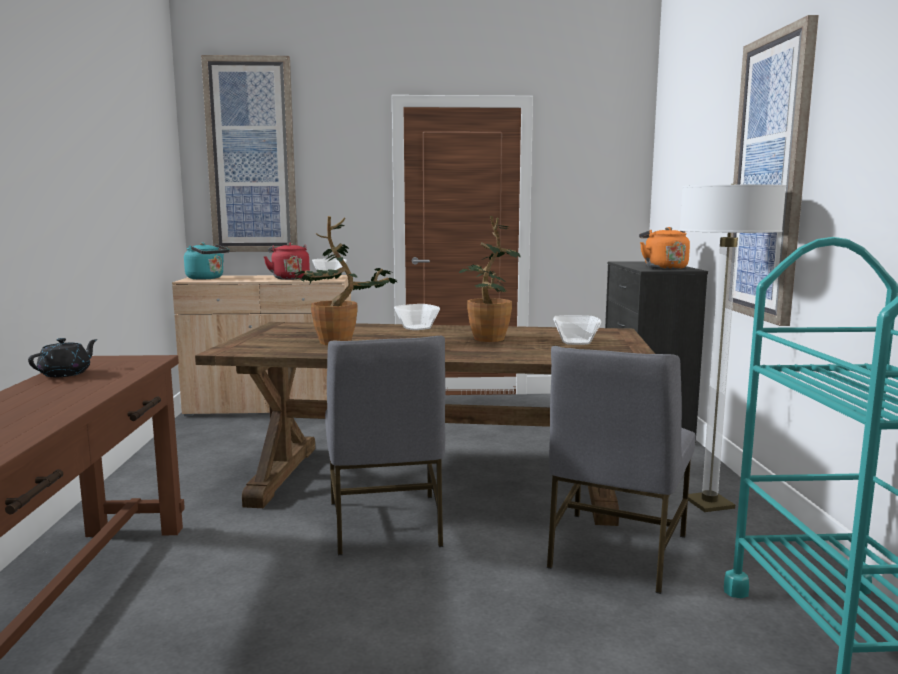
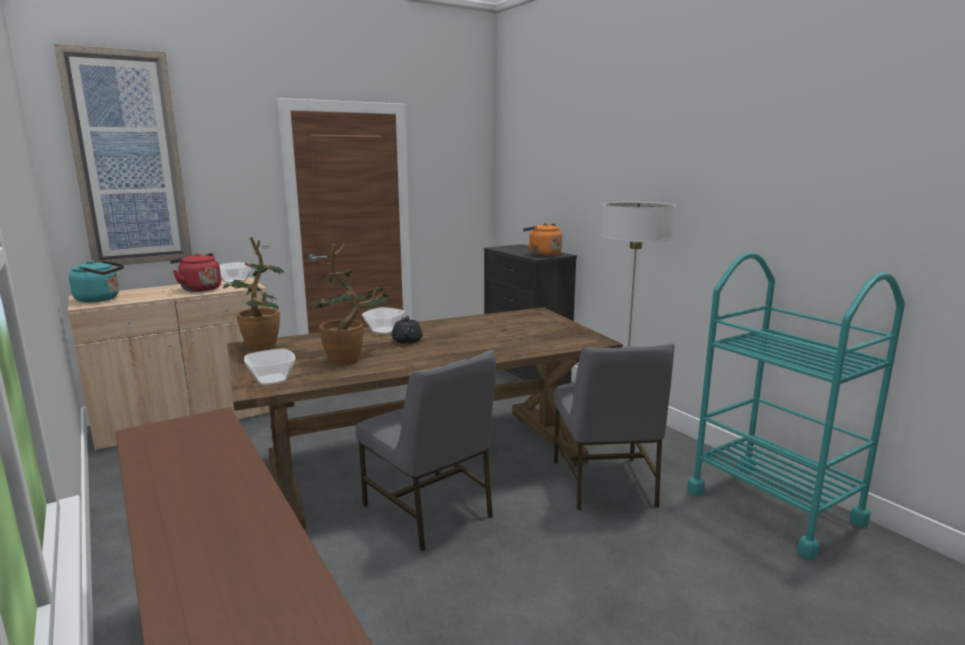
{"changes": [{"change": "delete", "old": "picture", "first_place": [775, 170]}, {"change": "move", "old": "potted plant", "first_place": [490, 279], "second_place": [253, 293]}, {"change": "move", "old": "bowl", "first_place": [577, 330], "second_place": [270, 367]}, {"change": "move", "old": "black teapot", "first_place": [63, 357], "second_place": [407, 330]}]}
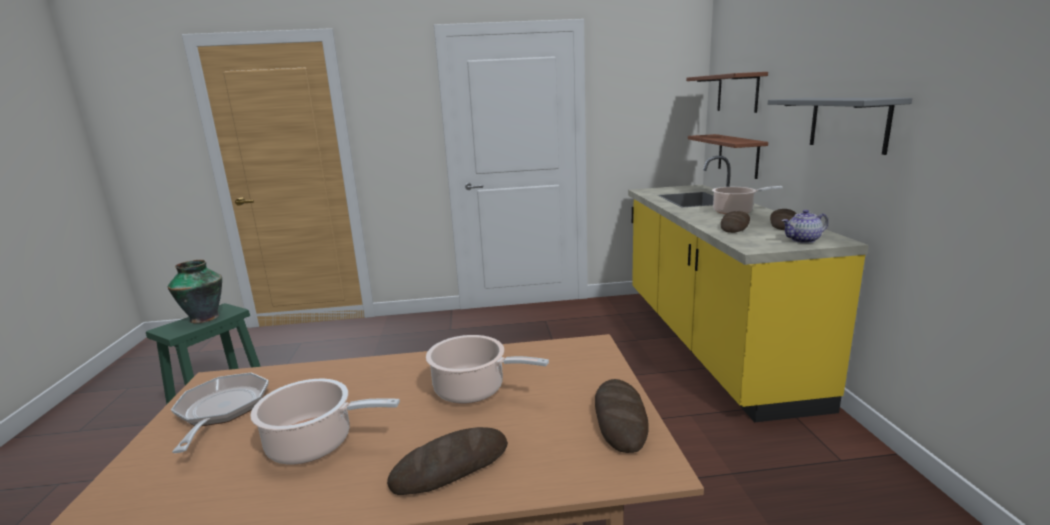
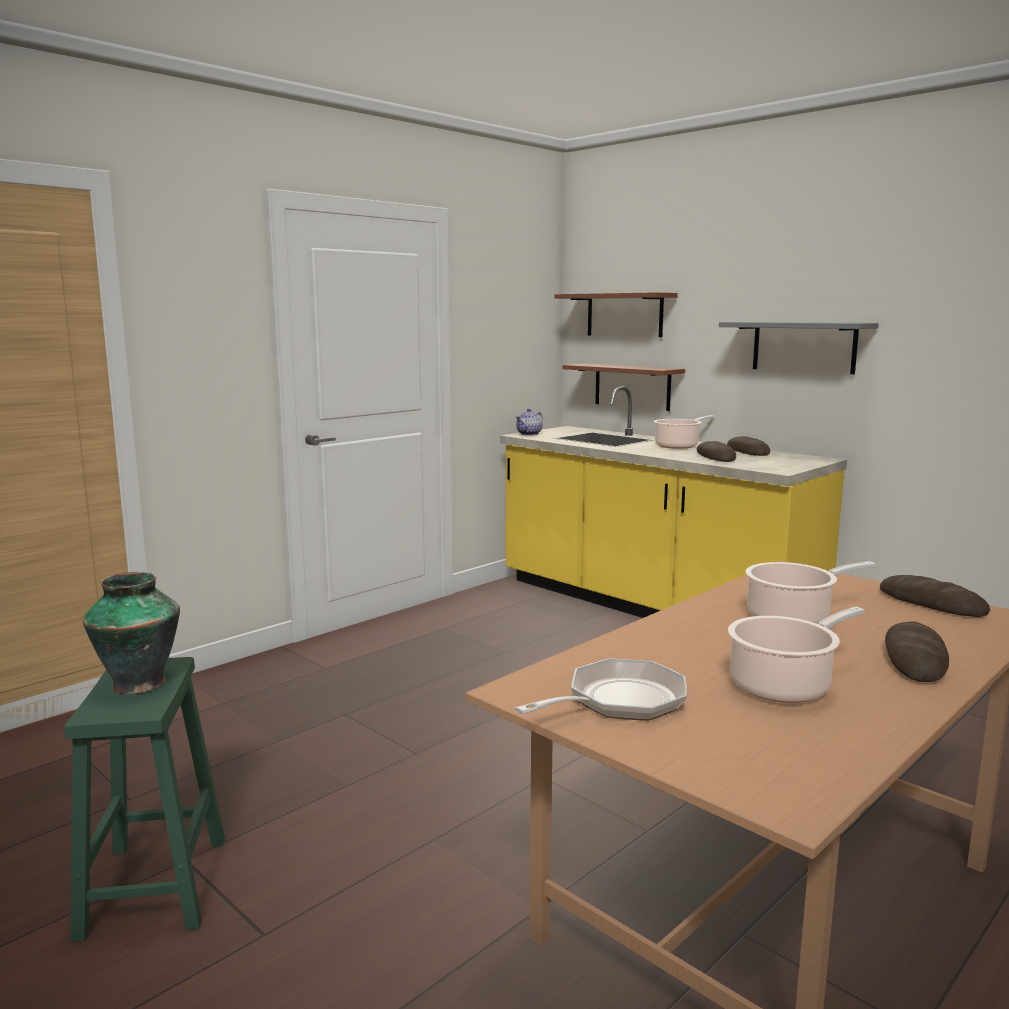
{"changes": [{"change": "move", "old": "teapot", "first_place": [805, 226], "second_place": [529, 421]}, {"change": "rotate", "old": "frying pan", "first_place": [220, 413], "second_place": [601, 690], "degrees": 105}]}
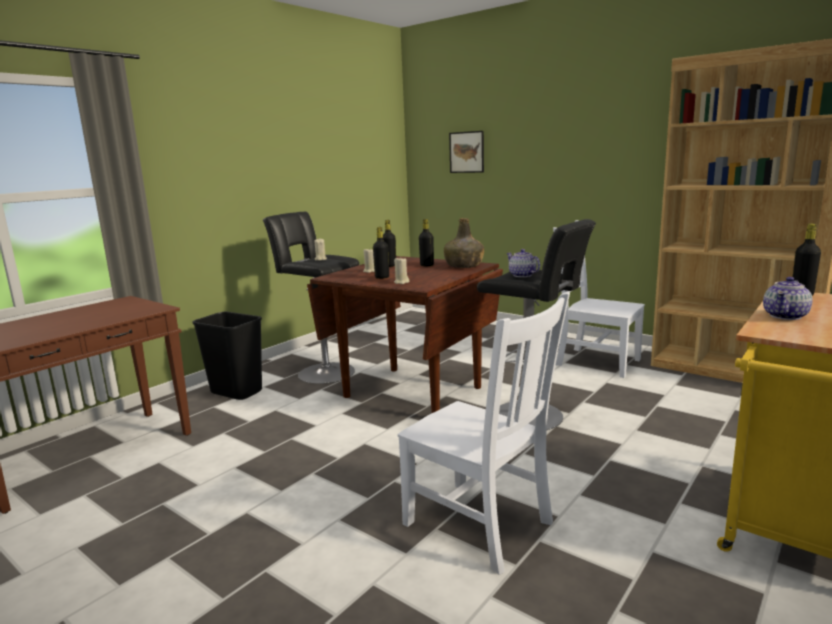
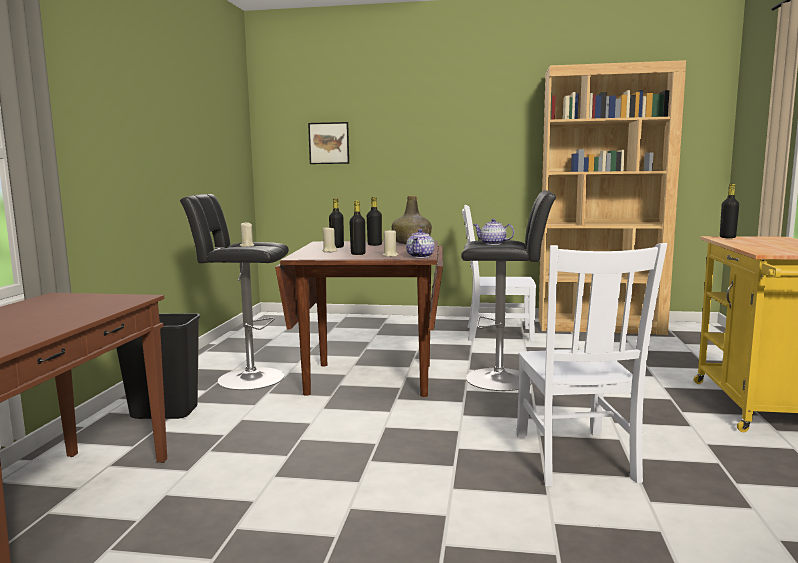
{"changes": [{"change": "move", "old": "teapot", "first_place": [788, 298], "second_place": [420, 243]}, {"change": "rotate", "old": "white chair", "first_place": [484, 433], "second_place": [592, 365], "degrees": 75}]}
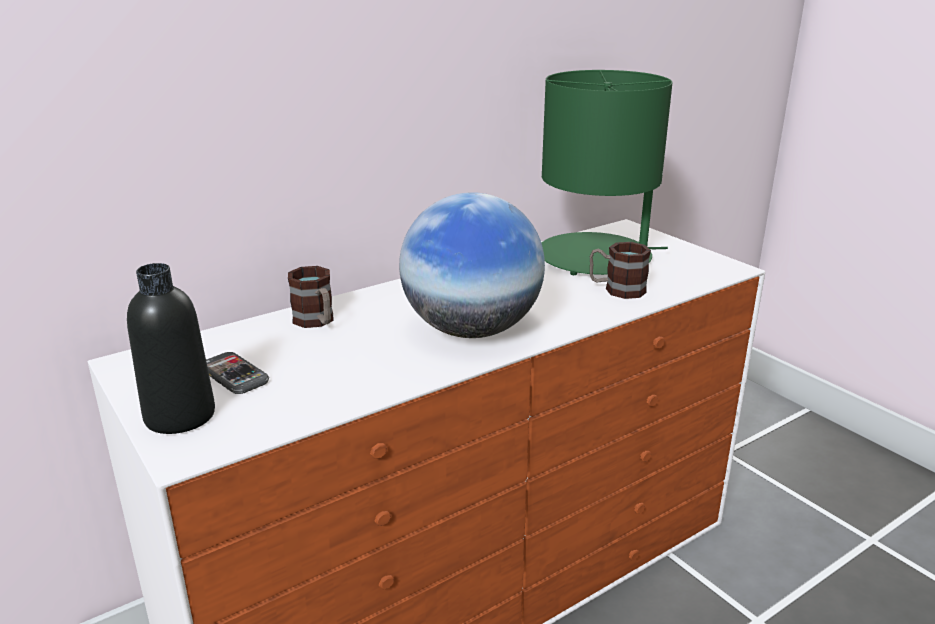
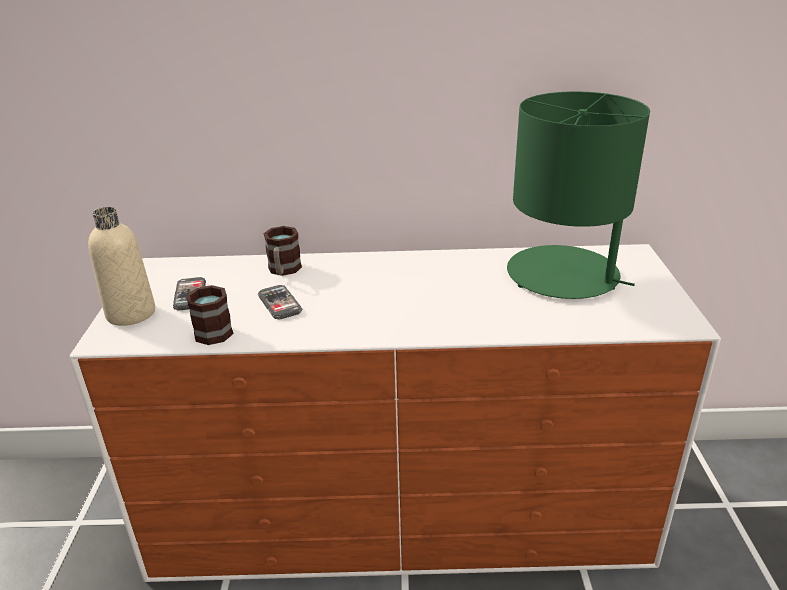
{"changes": [{"change": "delete", "old": "globe", "first_place": [472, 265]}, {"change": "move", "old": "mug", "first_place": [620, 270], "second_place": [210, 315]}, {"change": "recolor", "old": "black bottle", "new": "beige bottle", "first_place": [171, 348], "second_place": [121, 266]}, {"change": "insert", "new": "phone", "second_place": [280, 302]}]}
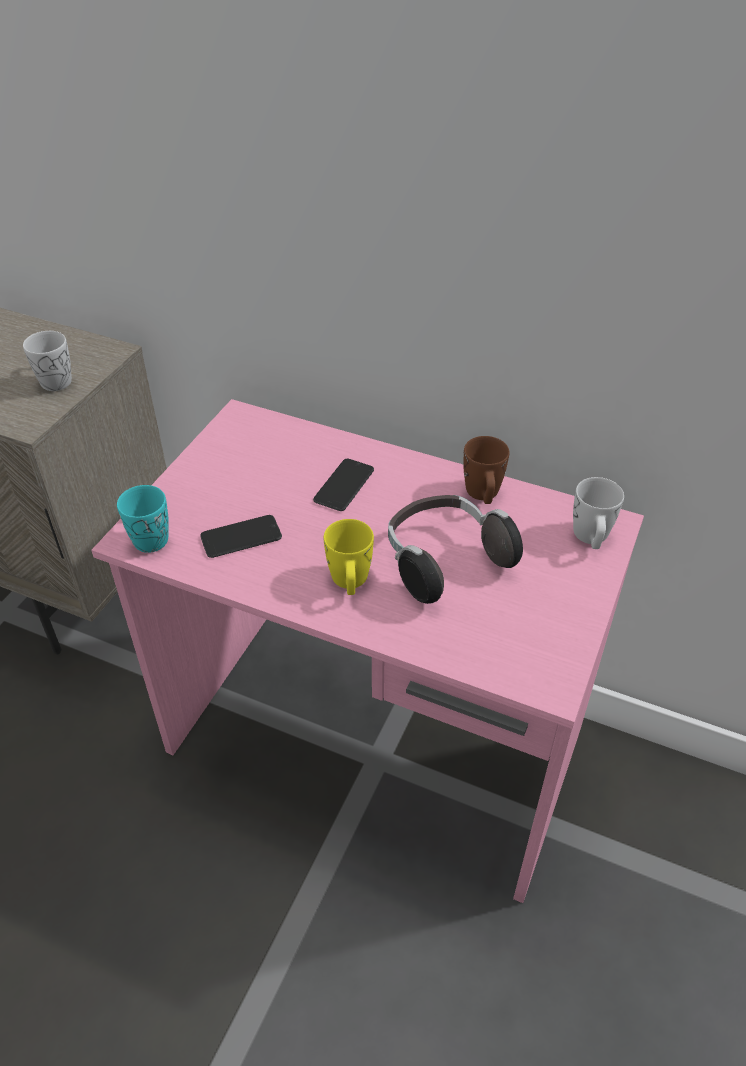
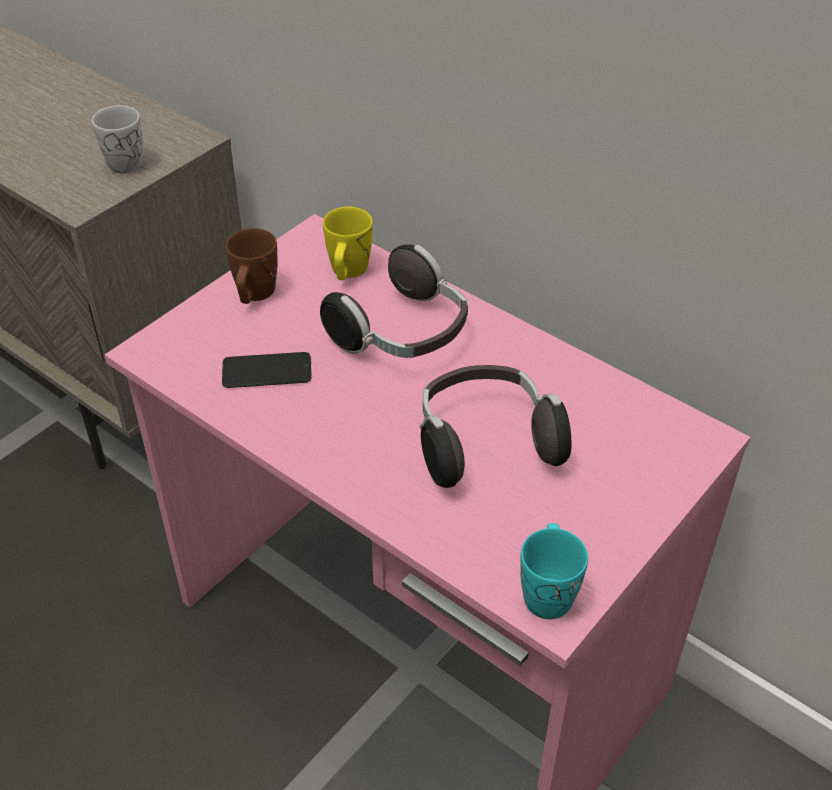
{"changes": [{"change": "move", "old": "brown mug", "first_place": [486, 470], "second_place": [251, 266]}, {"change": "replace", "old": "phone", "new": "headphones", "first_place": [343, 485], "second_place": [394, 301]}, {"change": "delete", "old": "white mug", "first_place": [598, 513]}, {"change": "move", "old": "turquoise mug", "first_place": [143, 519], "second_place": [554, 571]}, {"change": "move", "old": "yellow mug", "first_place": [349, 557], "second_place": [348, 243]}]}
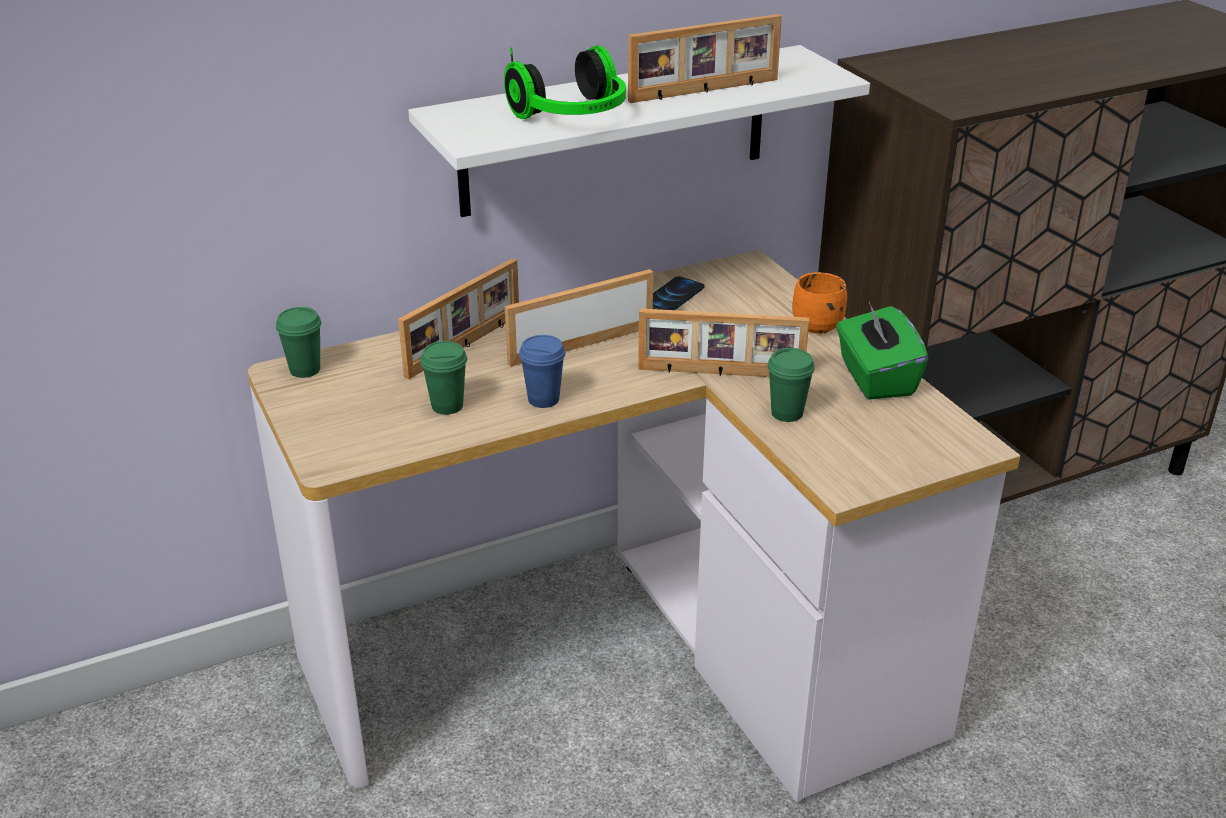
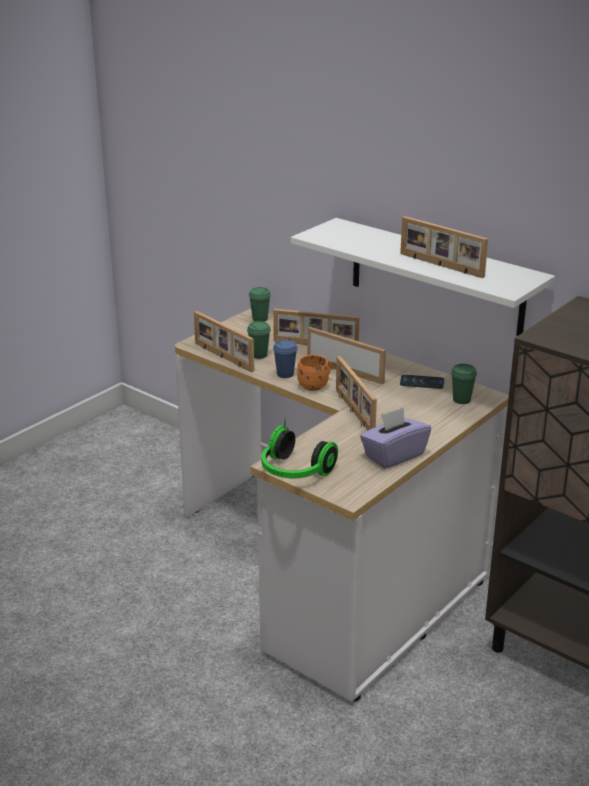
{"changes": [{"change": "move", "old": "headphones", "first_place": [565, 82], "second_place": [300, 448]}, {"change": "move", "old": "orange mug", "first_place": [819, 303], "second_place": [314, 373]}, {"change": "recolor", "old": "green tissue box", "new": "purple tissue box", "first_place": [882, 351], "second_place": [395, 438]}, {"change": "move", "old": "green cup", "first_place": [791, 385], "second_place": [464, 384]}, {"change": "insert", "new": "picture frame", "second_place": [224, 341]}]}
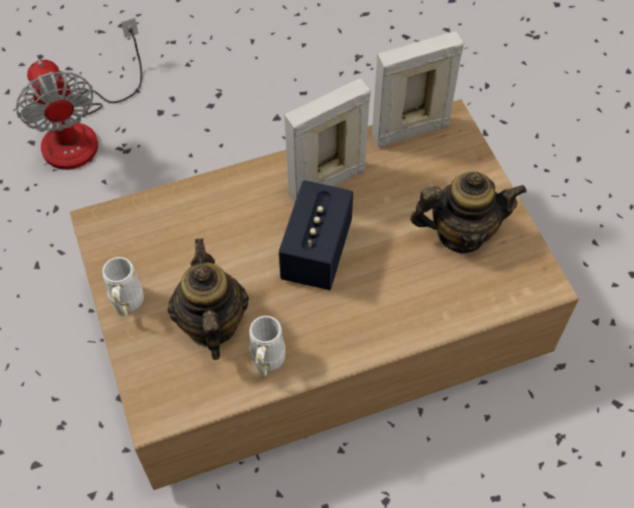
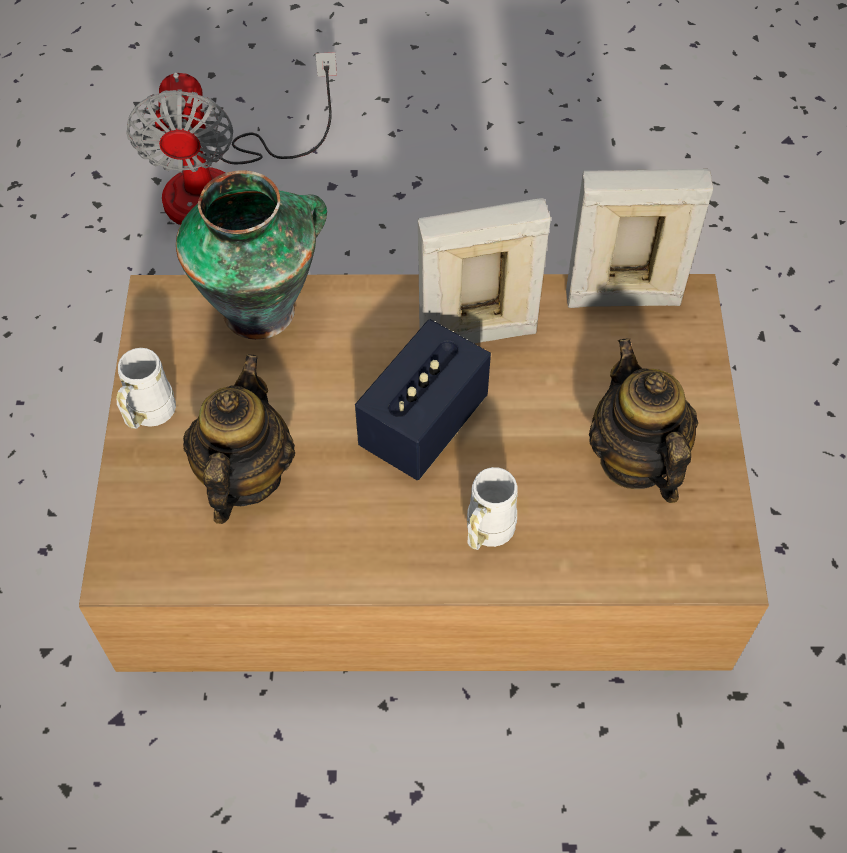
{"changes": [{"change": "rotate", "old": "teapot", "first_place": [468, 212], "second_place": [643, 420], "degrees": -120}, {"change": "move", "old": "white mug", "first_place": [267, 346], "second_place": [492, 508]}, {"change": "insert", "new": "vase", "second_place": [251, 255]}]}
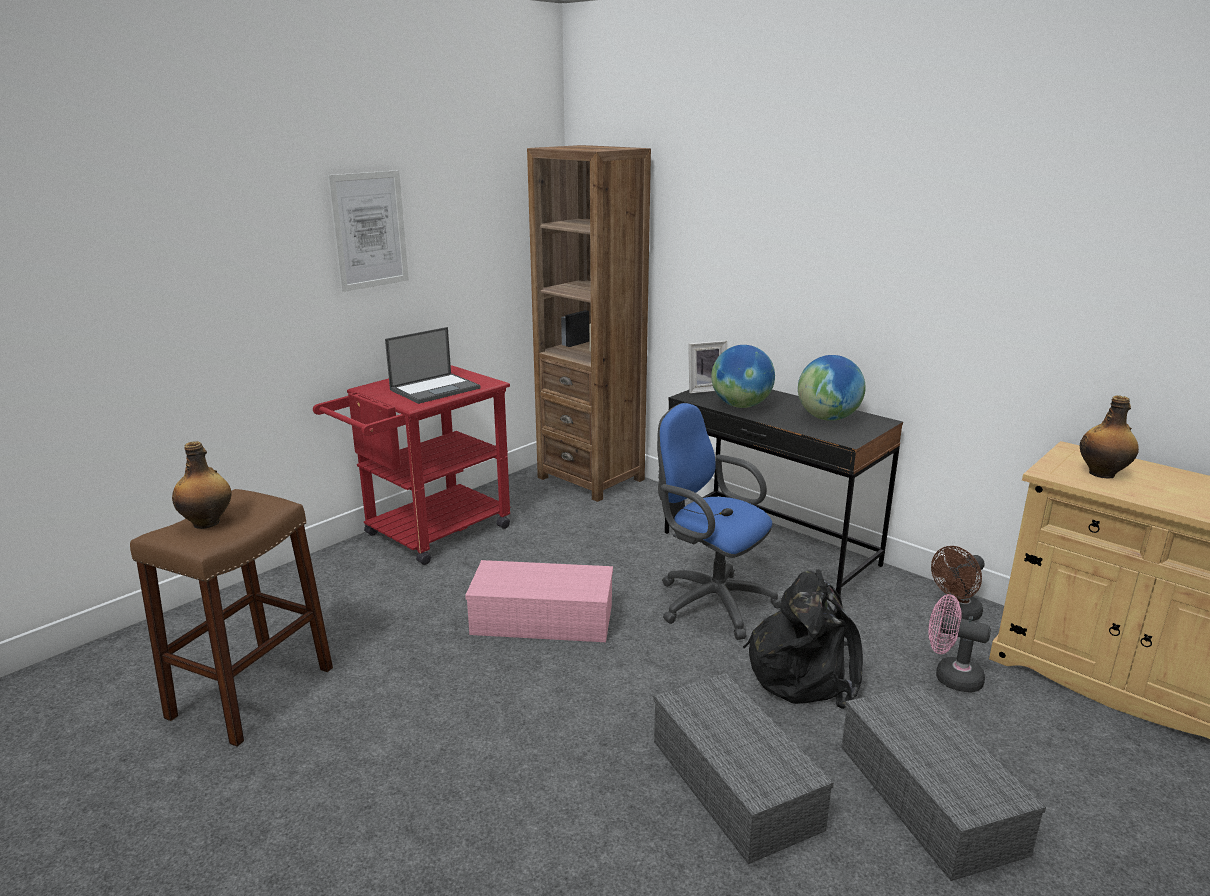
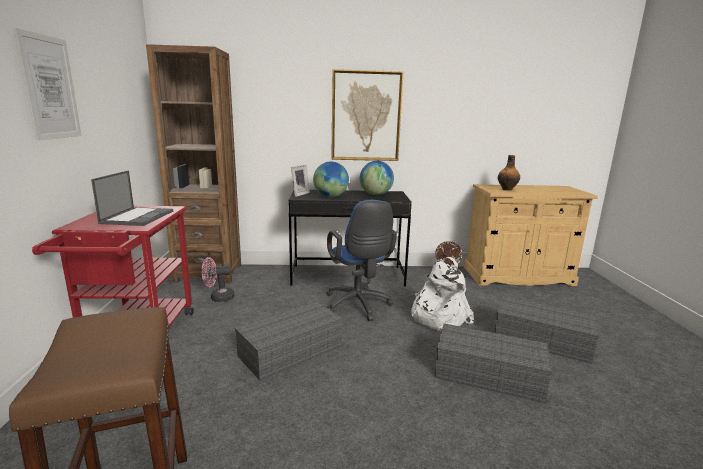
{"changes": [{"change": "rotate", "old": "blue office chair", "first_place": [719, 521], "second_place": [361, 260], "degrees": -105}, {"change": "delete", "old": "bottle", "first_place": [201, 485]}, {"change": "recolor", "old": "pink storage box", "new": "grey storage box", "first_place": [539, 601], "second_place": [289, 341]}, {"change": "recolor", "old": "black backpack", "new": "white backpack", "first_place": [803, 639], "second_place": [442, 294]}, {"change": "move", "old": "pink fan", "first_place": [960, 643], "second_place": [217, 279]}, {"change": "insert", "new": "picture", "second_place": [367, 115]}]}
